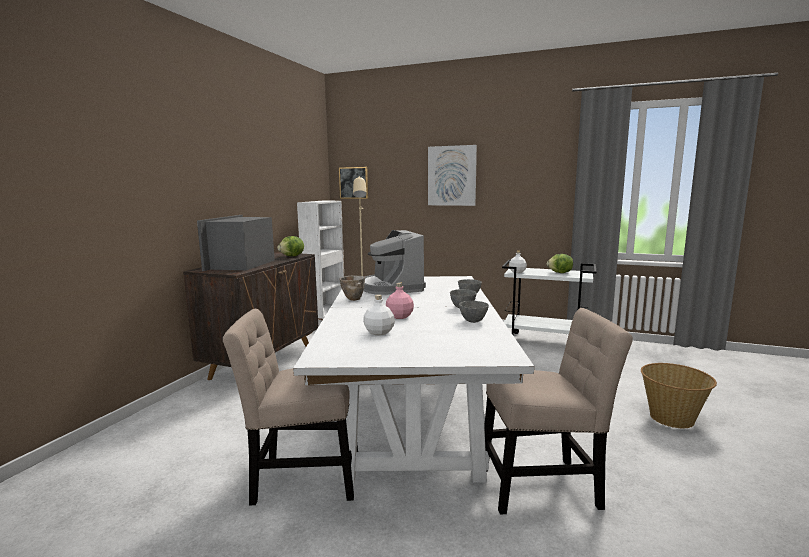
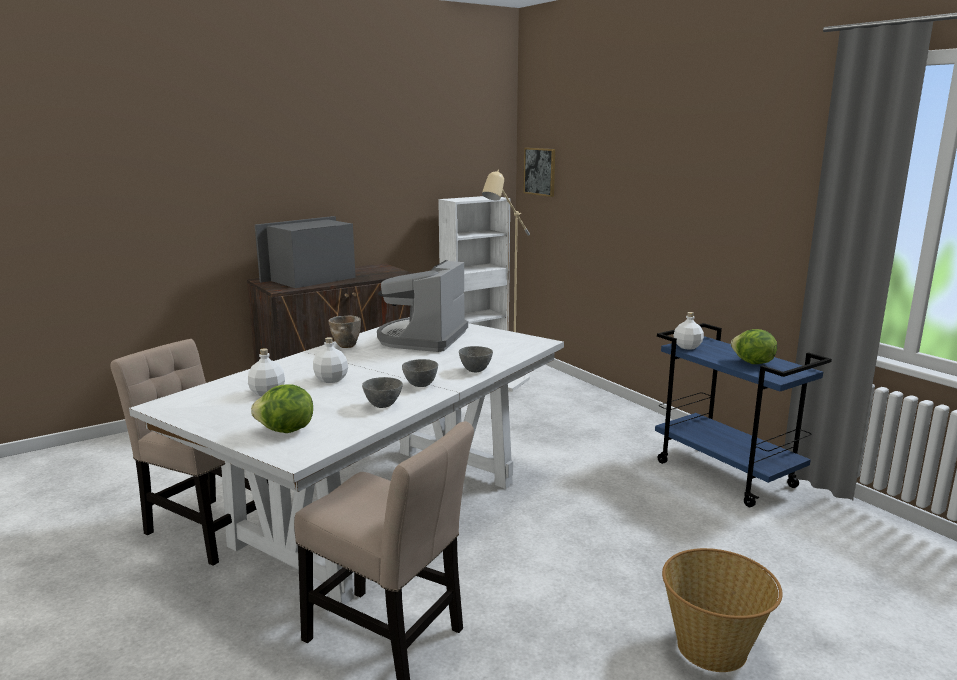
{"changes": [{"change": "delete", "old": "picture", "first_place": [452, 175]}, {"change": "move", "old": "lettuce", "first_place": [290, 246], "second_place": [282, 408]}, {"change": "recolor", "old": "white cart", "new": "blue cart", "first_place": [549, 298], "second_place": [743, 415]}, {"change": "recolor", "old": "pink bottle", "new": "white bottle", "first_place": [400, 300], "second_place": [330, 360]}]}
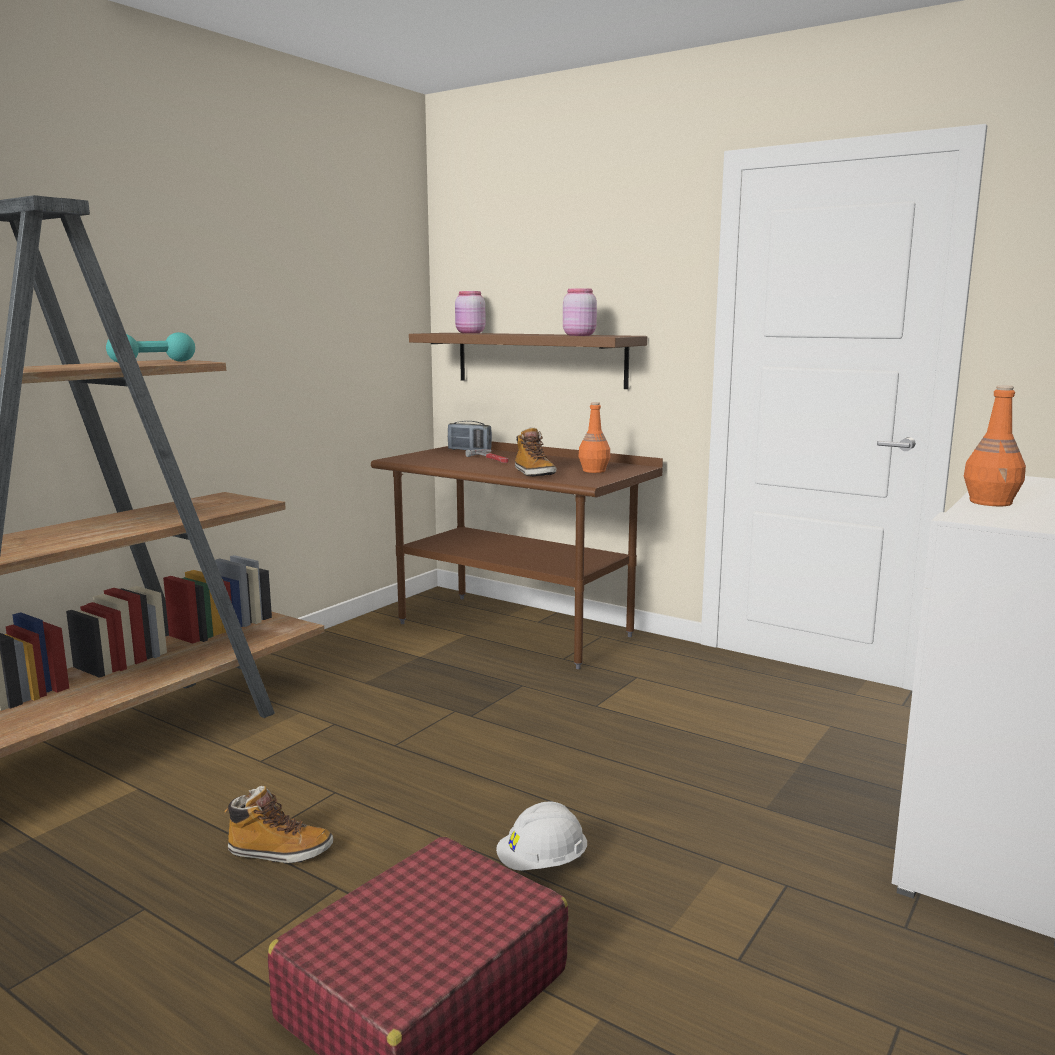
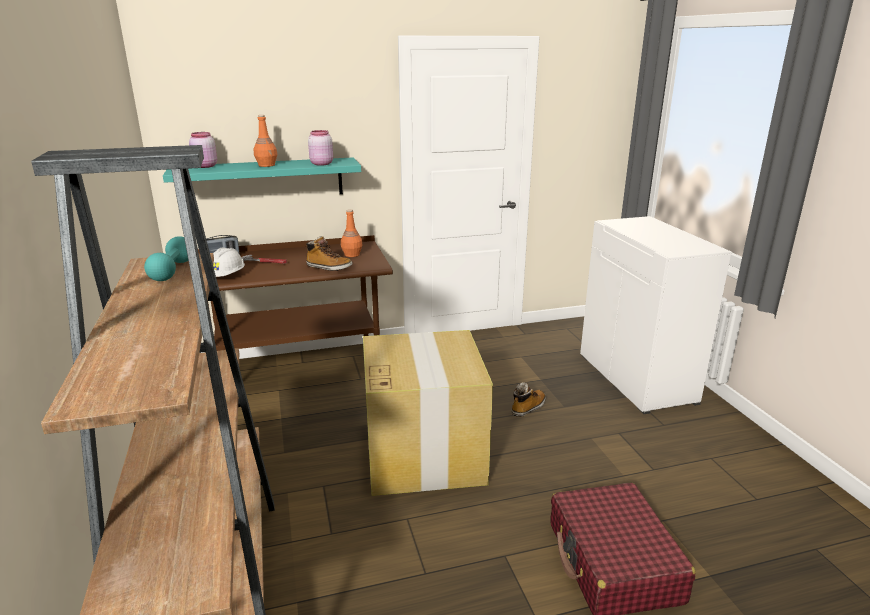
{"changes": [{"change": "recolor", "old": "brown shelf", "new": "turquoise shelf", "first_place": [528, 361], "second_place": [262, 175]}, {"change": "move", "old": "orange bottle", "first_place": [995, 445], "second_place": [265, 141]}, {"change": "move", "old": "boot", "first_place": [278, 825], "second_place": [529, 399]}, {"change": "move", "old": "white hard hat", "first_place": [541, 836], "second_place": [229, 262]}, {"change": "insert", "new": "cardboard box", "second_place": [428, 413]}]}
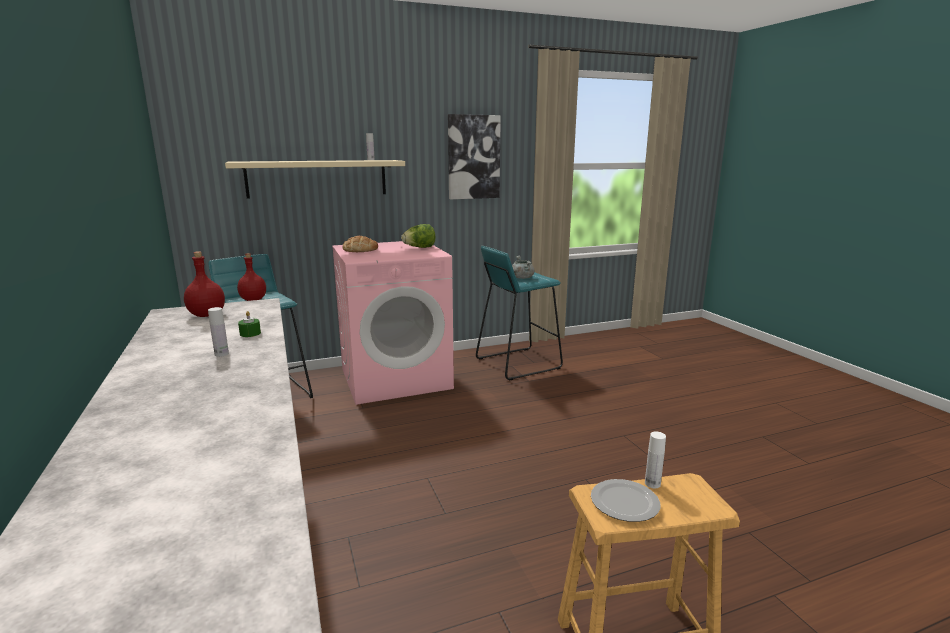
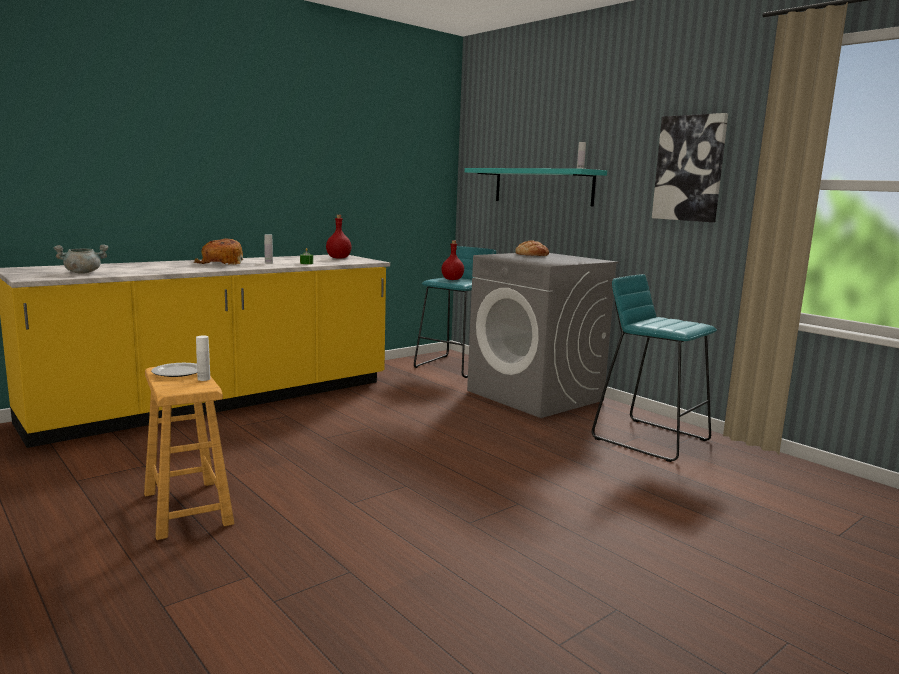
{"changes": [{"change": "recolor", "old": "beige shelf", "new": "turquoise shelf", "first_place": [315, 179], "second_place": [536, 187]}, {"change": "delete", "old": "lettuce", "first_place": [418, 236]}, {"change": "recolor", "old": "pink washing machine", "new": "grey washing machine", "first_place": [393, 323], "second_place": [543, 335]}, {"change": "move", "old": "grey cooking pot", "first_place": [523, 267], "second_place": [81, 259]}, {"change": "insert", "new": "bread", "second_place": [218, 252]}]}
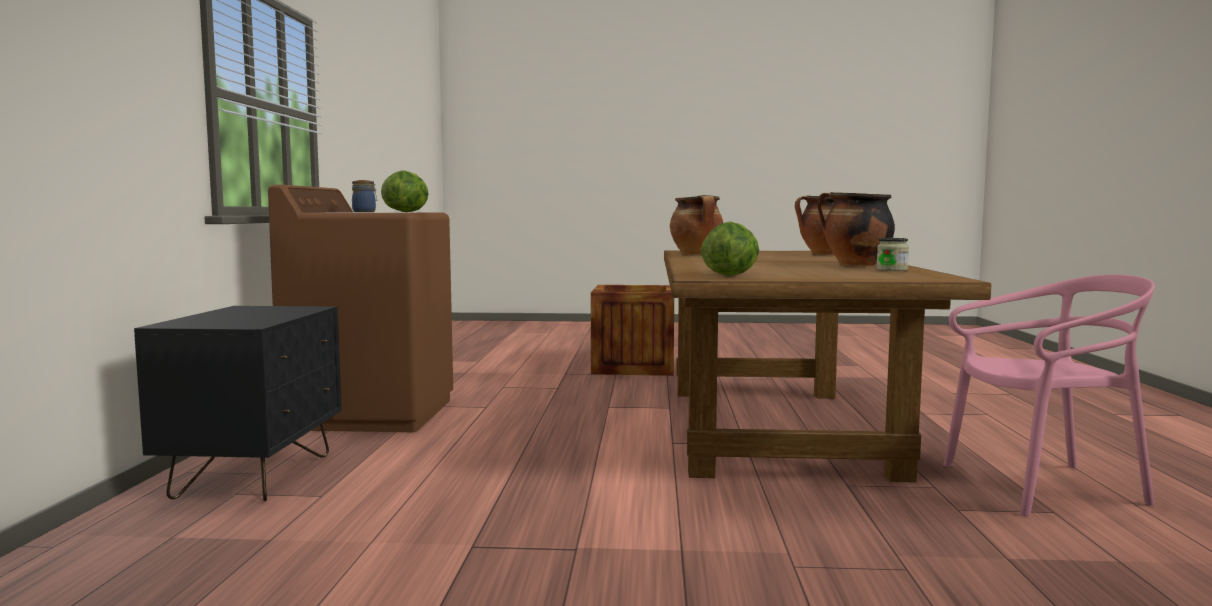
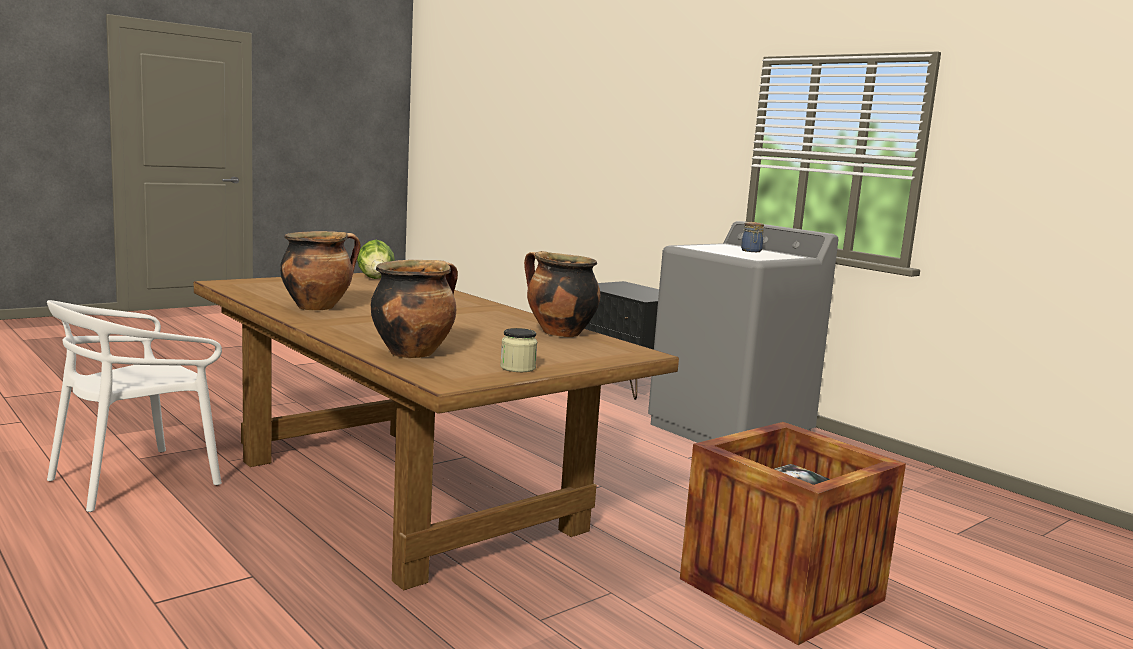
{"changes": [{"change": "delete", "old": "lettuce", "first_place": [405, 191]}, {"change": "recolor", "old": "brown washing machine", "new": "grey washing machine", "first_place": [360, 308], "second_place": [743, 332]}, {"change": "move", "old": "jar", "first_place": [892, 254], "second_place": [518, 350]}, {"change": "recolor", "old": "pink chair", "new": "white chair", "first_place": [1049, 395], "second_place": [134, 406]}]}
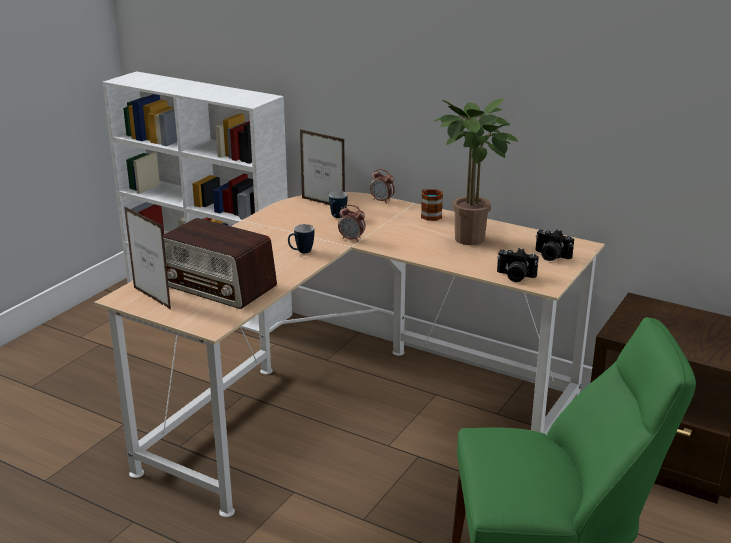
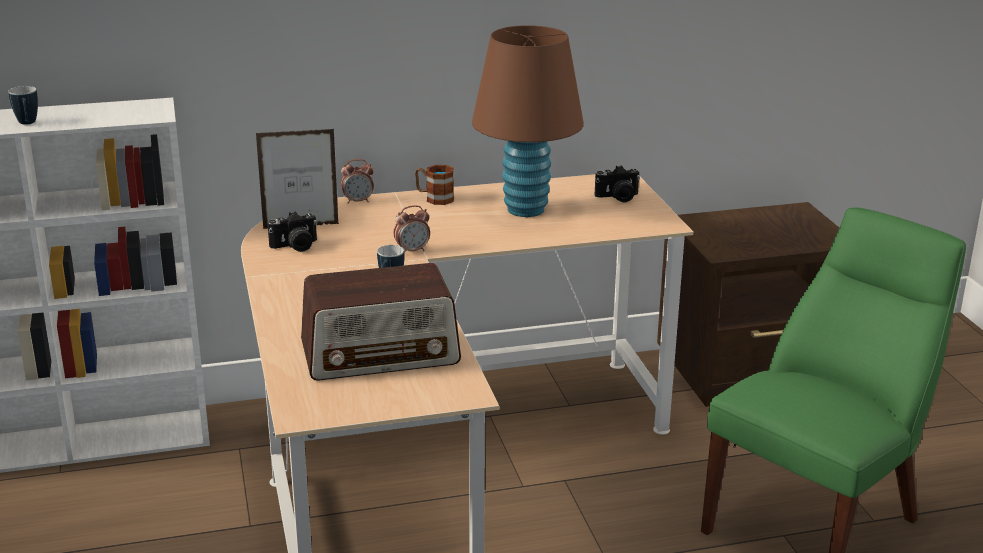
{"changes": [{"change": "replace", "old": "potted plant", "new": "brown table lamp", "first_place": [475, 172], "second_place": [528, 121]}, {"change": "move", "old": "mug", "first_place": [338, 204], "second_place": [23, 105]}, {"change": "delete", "old": "picture frame", "first_place": [147, 258]}, {"change": "move", "old": "photo camera", "first_place": [518, 265], "second_place": [292, 231]}]}
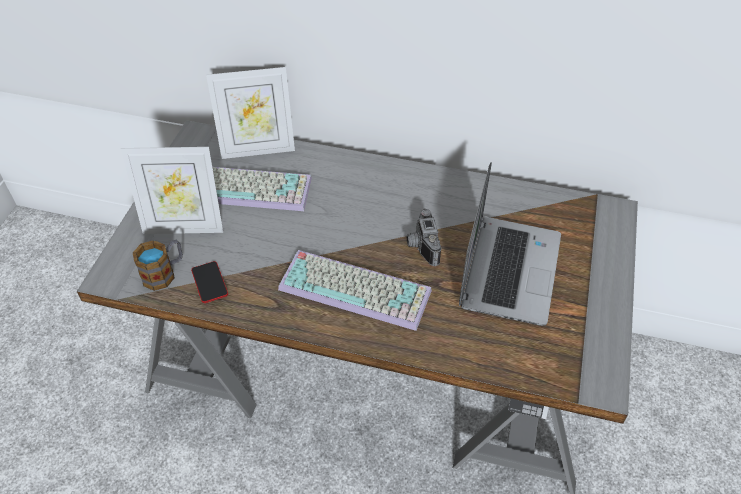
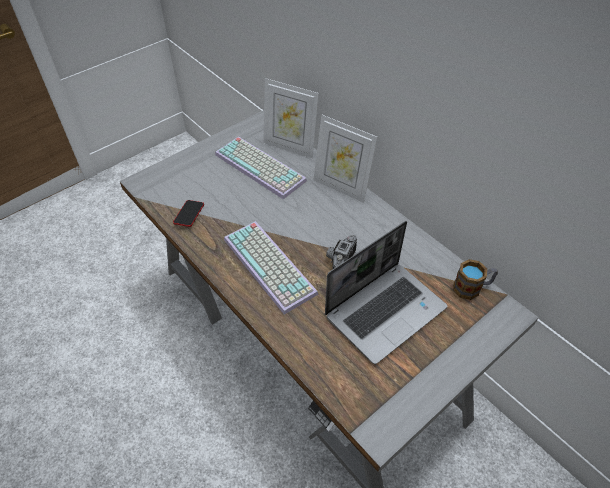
{"changes": [{"change": "move", "old": "picture frame", "first_place": [172, 190], "second_place": [345, 159]}, {"change": "move", "old": "mug", "first_place": [158, 265], "second_place": [475, 279]}]}
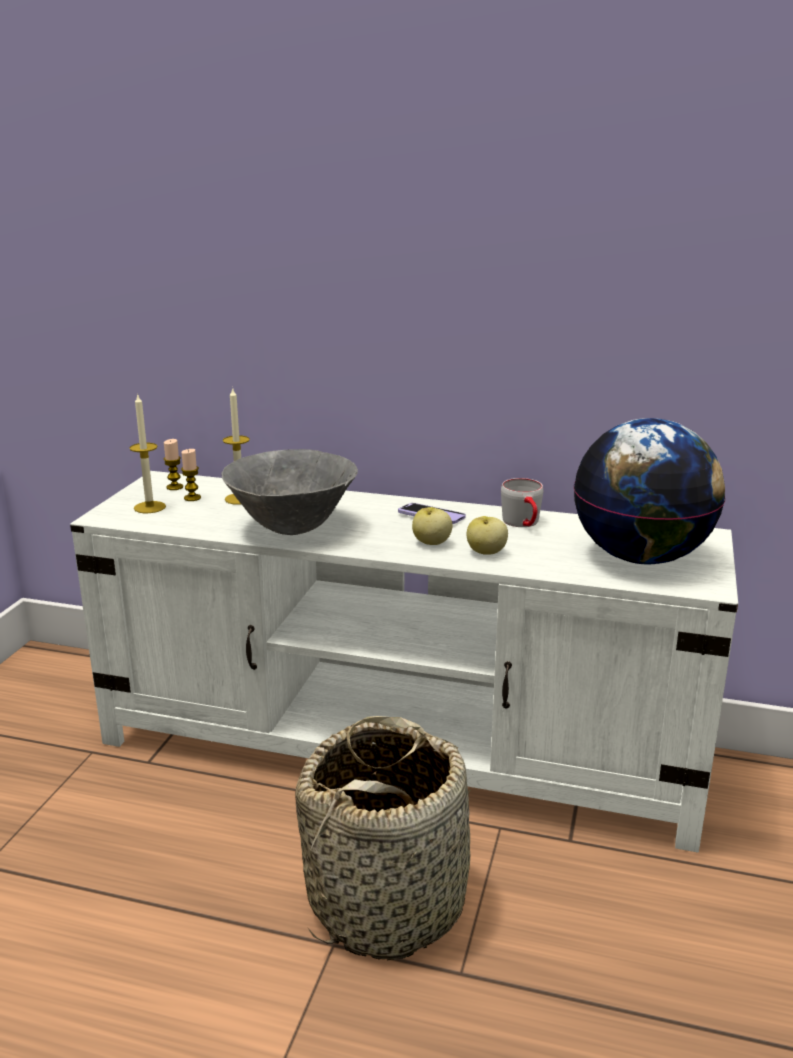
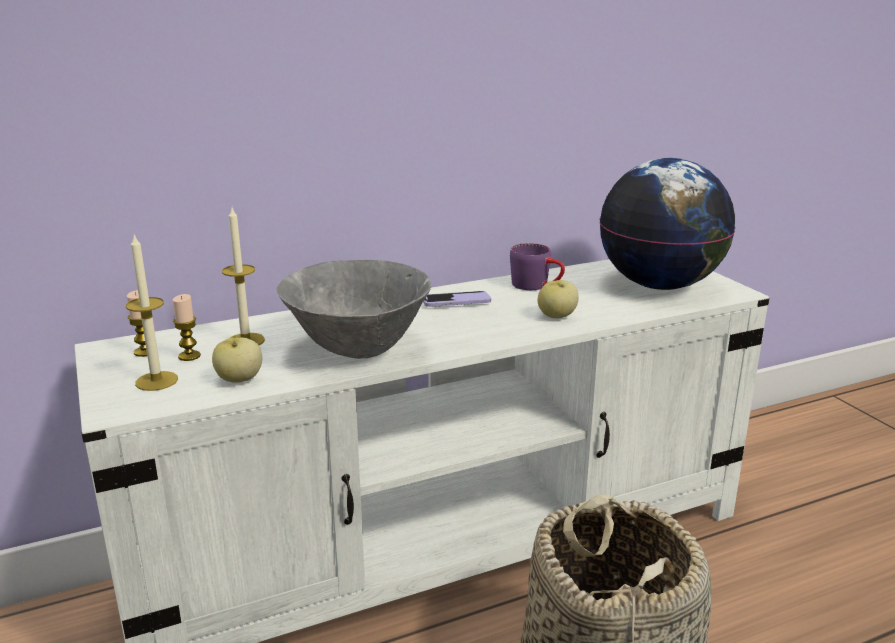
{"changes": [{"change": "recolor", "old": "grey mug", "new": "purple mug", "first_place": [522, 502], "second_place": [537, 266]}, {"change": "move", "old": "apple", "first_place": [432, 526], "second_place": [237, 360]}]}
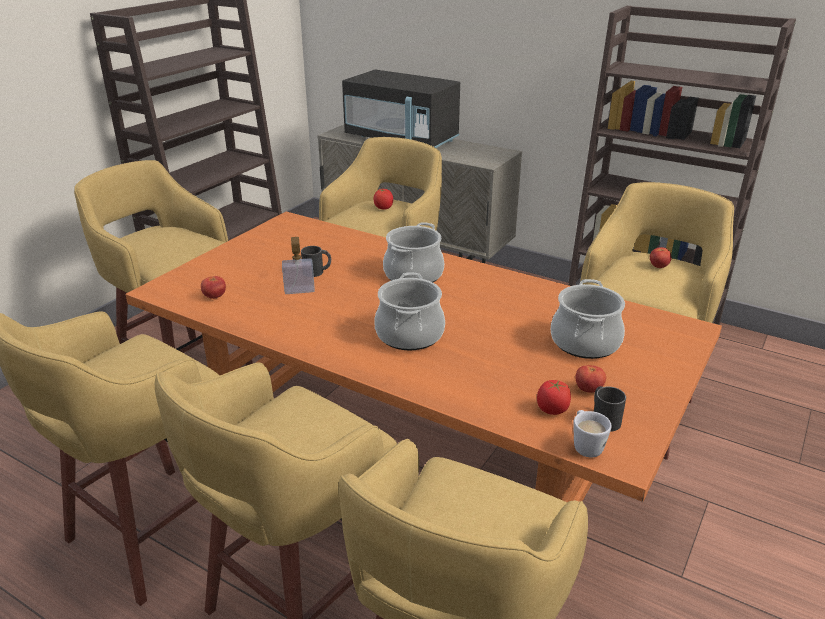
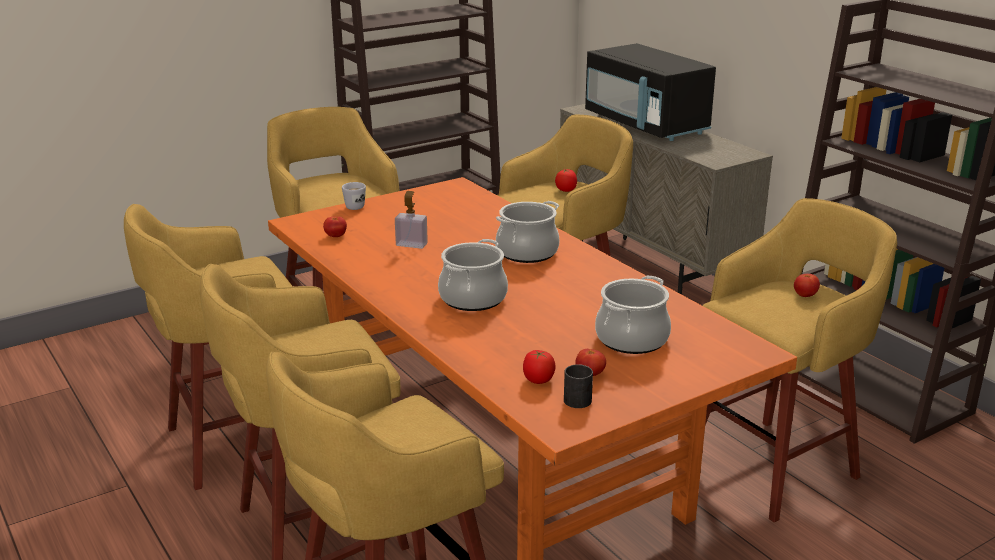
{"changes": [{"change": "delete", "old": "black mug", "first_place": [316, 261]}, {"change": "move", "old": "white mug", "first_place": [592, 433], "second_place": [354, 196]}]}
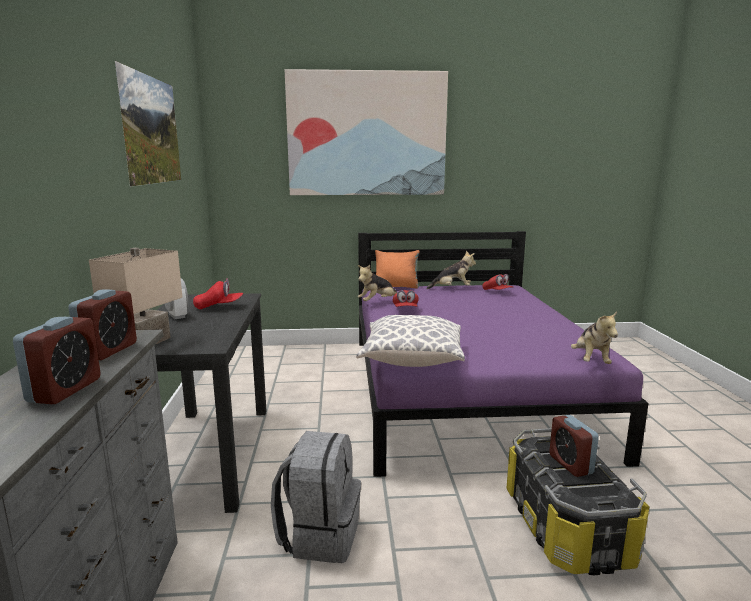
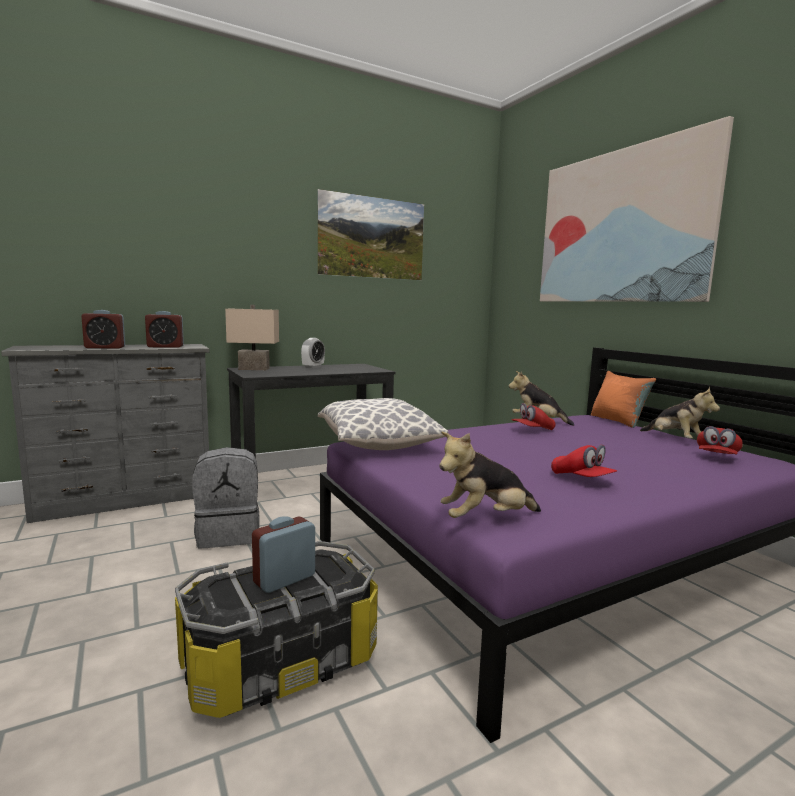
{"changes": [{"change": "move", "old": "red cap", "first_place": [218, 293], "second_place": [584, 461]}]}
